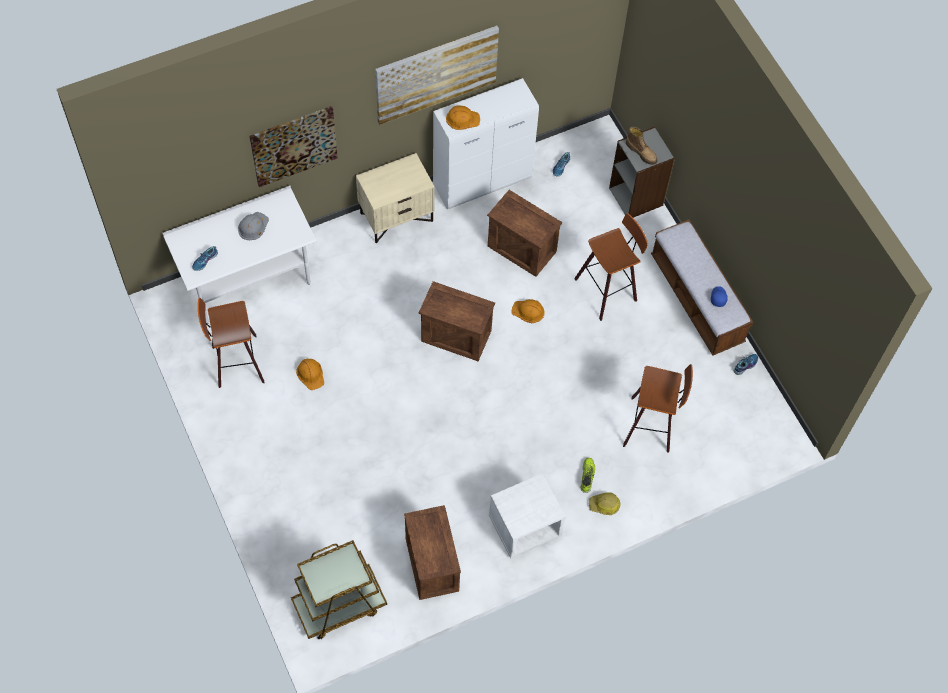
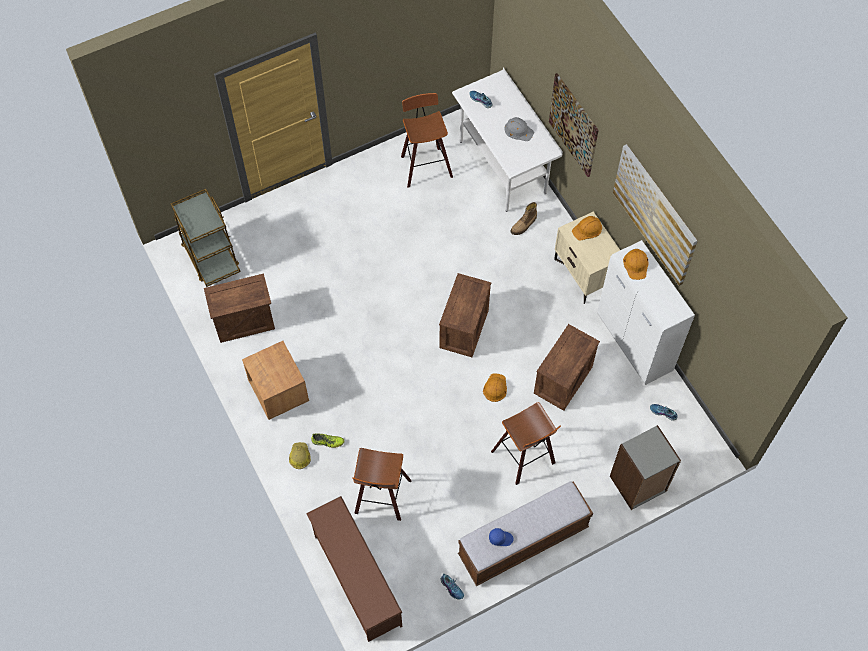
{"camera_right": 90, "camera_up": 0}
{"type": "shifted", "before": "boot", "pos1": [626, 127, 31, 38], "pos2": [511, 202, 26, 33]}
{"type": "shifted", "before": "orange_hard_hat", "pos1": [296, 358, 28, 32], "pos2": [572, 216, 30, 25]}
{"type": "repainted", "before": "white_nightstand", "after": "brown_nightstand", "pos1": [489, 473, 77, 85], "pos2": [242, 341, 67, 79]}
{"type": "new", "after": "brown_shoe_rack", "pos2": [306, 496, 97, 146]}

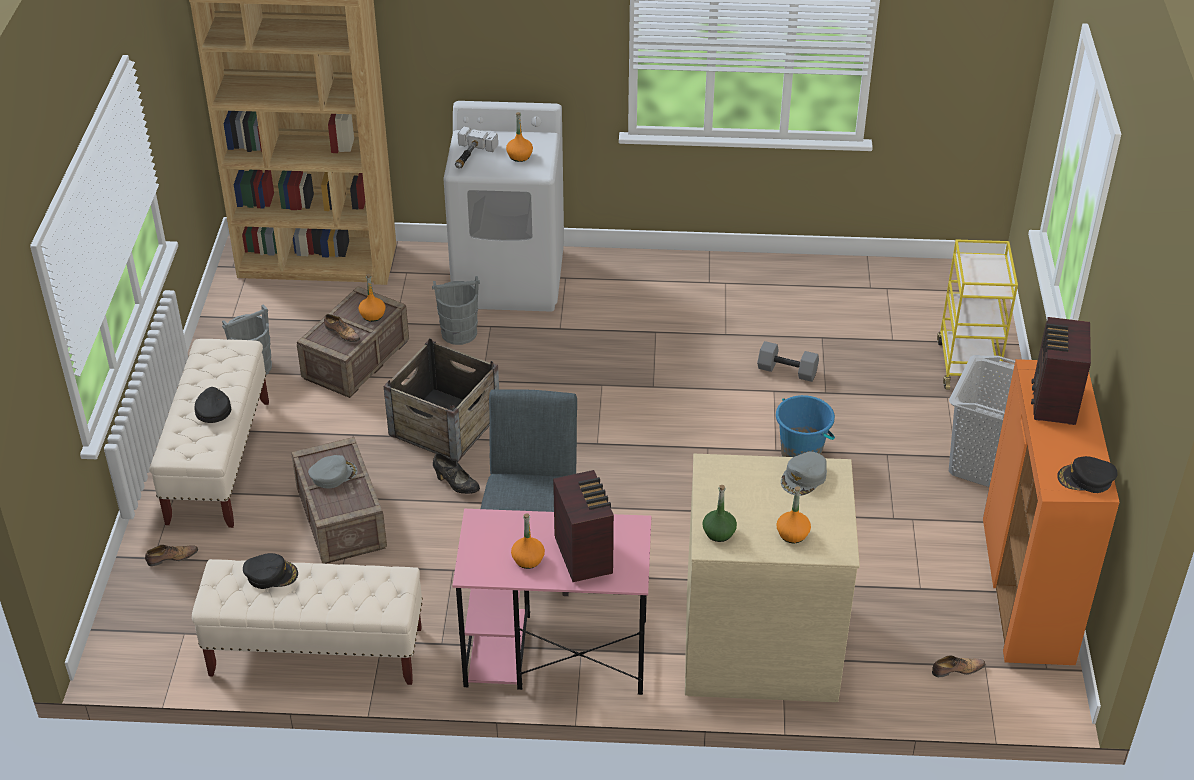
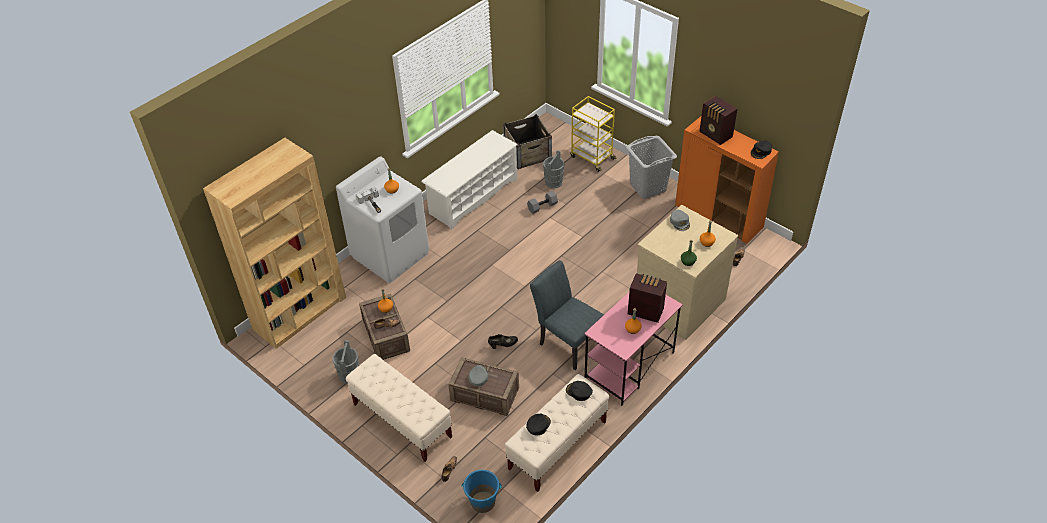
{"camera_right": -50, "camera_up": 5}
{"type": "shifted", "before": "grey_bucket", "pos1": [432, 276, 48, 69], "pos2": [543, 150, 21, 38]}
{"type": "shifted", "before": "crate", "pos1": [384, 338, 115, 124], "pos2": [503, 114, 49, 55]}
{"type": "shifted", "before": "black_cap", "pos1": [194, 387, 37, 36], "pos2": [566, 381, 27, 20]}
{"type": "shifted", "before": "blue_bucket", "pos1": [776, 395, 59, 62], "pos2": [461, 470, 41, 43]}
{"type": "new", "after": "white_shoe_rack", "pos2": [421, 130, 97, 100]}

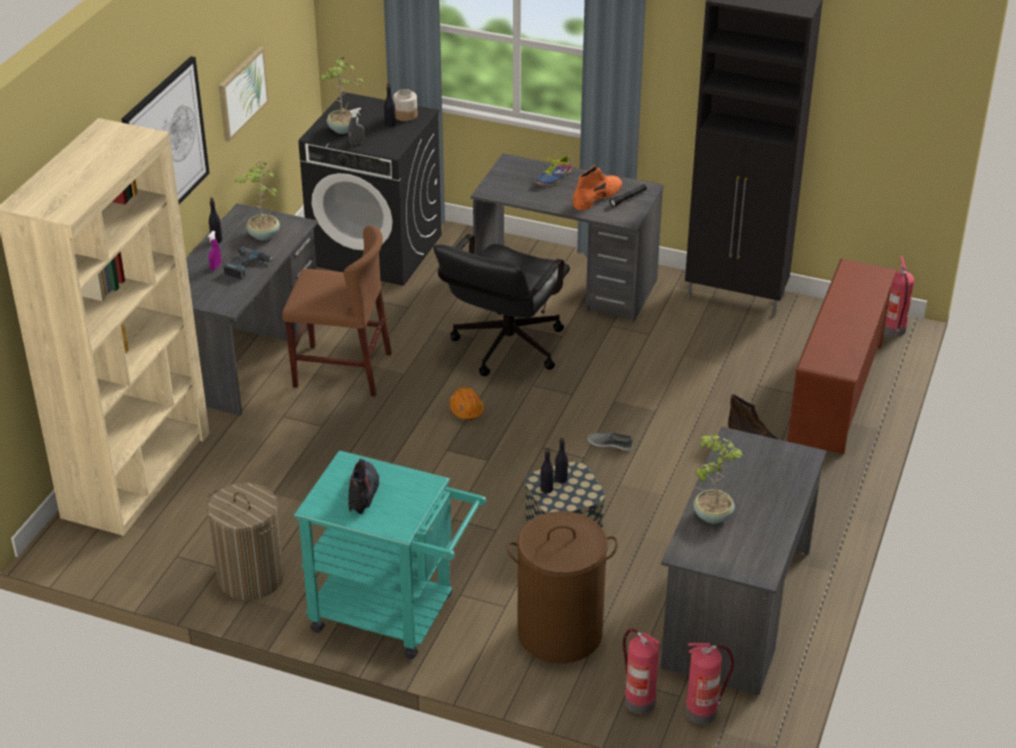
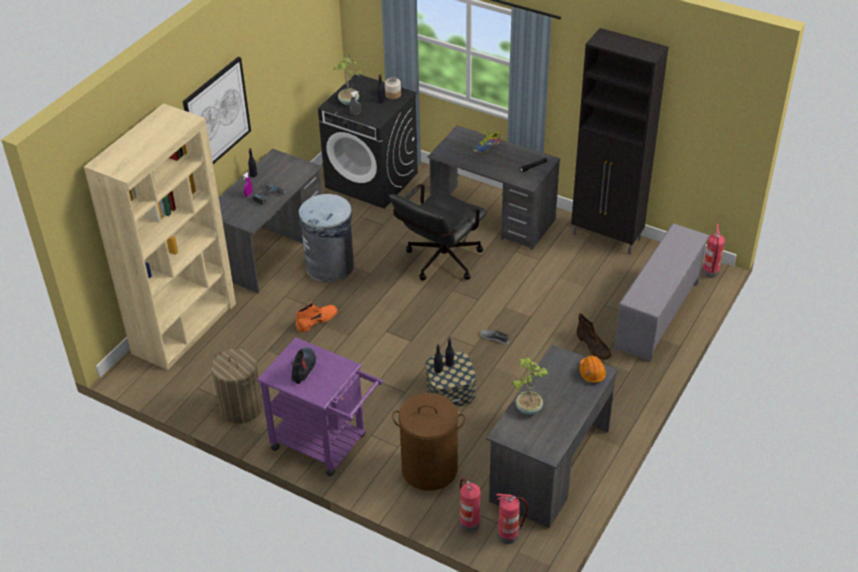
{"camera_right": 10, "camera_up": 5}
{"type": "gone", "before": "picture", "pos1": [219, 47, 50, 95]}
{"type": "gone", "before": "potted_plant", "pos1": [235, 161, 45, 79]}
{"type": "shifted", "before": "orange_boot", "pos1": [573, 165, 49, 45], "pos2": [296, 302, 41, 30]}
{"type": "swapped", "before": "brown_chair", "after": "grey_trash_can", "pos1": [282, 225, 109, 172], "pos2": [299, 194, 55, 89]}
{"type": "repainted", "before": "brown_shoe_rack", "after": "grey_shoe_rack", "pos1": [787, 259, 110, 195], "pos2": [614, 223, 96, 139]}
{"type": "shifted", "before": "orange_hard_hat", "pos1": [450, 387, 34, 33], "pos2": [579, 356, 27, 27]}
{"type": "repainted", "before": "turquoise_cart", "after": "purple_cart", "pos1": [294, 451, 193, 208], "pos2": [257, 337, 126, 139]}

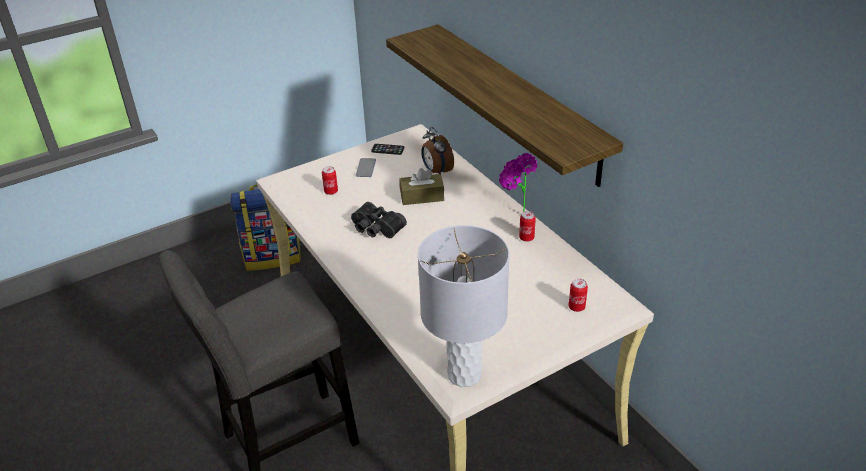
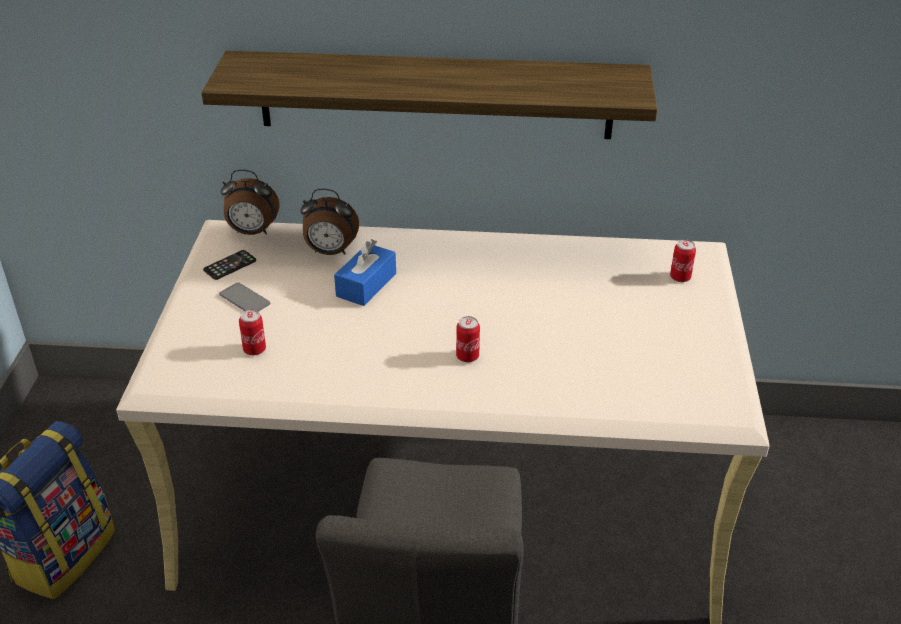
{"camera_right": -55, "camera_up": 0}
{"type": "gone", "before": "potted_plant", "pos1": [499, 153, 39, 59]}
{"type": "repainted", "before": "brown_tissue_box", "after": "blue_tissue_box", "pos1": [400, 168, 44, 37], "pos2": [334, 239, 62, 67]}
{"type": "gone", "before": "black_binoculars", "pos1": [351, 202, 56, 36]}
{"type": "shifted", "before": "can", "pos1": [519, 211, 17, 31], "pos2": [456, 316, 24, 46]}
{"type": "gone", "before": "grey_table_lamp", "pos1": [418, 225, 92, 162]}
{"type": "new", "after": "alarm_clock", "pos2": [221, 170, 59, 65]}

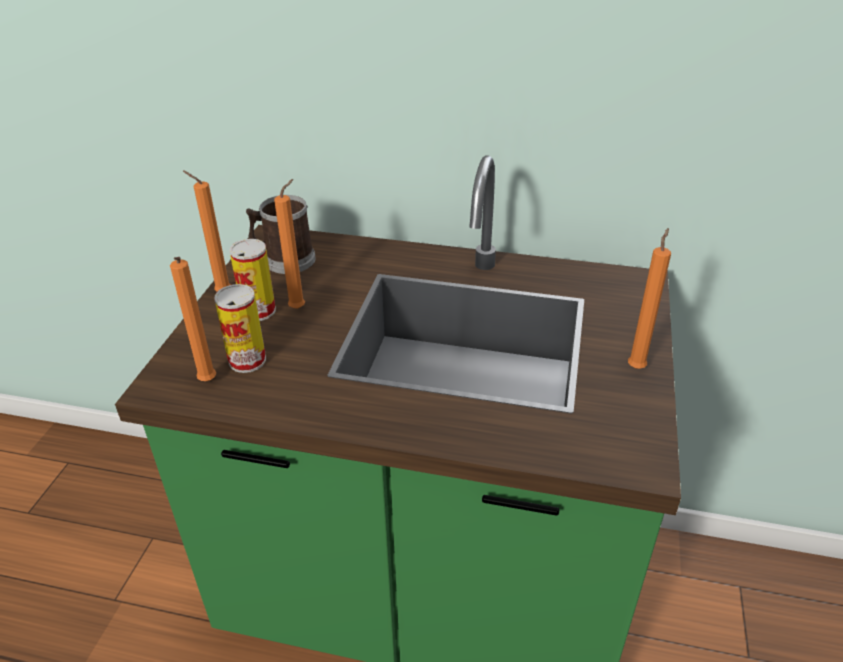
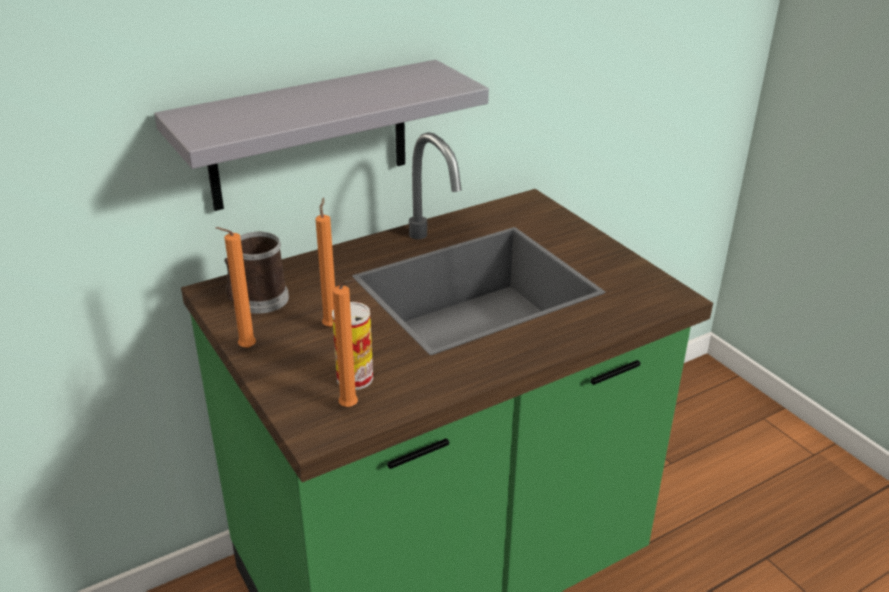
{"camera_right": -45, "camera_up": -5}
{"type": "gone", "before": "orange_candle", "pos1": [628, 228, 43, 141]}
{"type": "gone", "before": "can", "pos1": [230, 239, 46, 82]}
{"type": "new", "after": "grey_shelf", "pos2": [154, 60, 335, 151]}

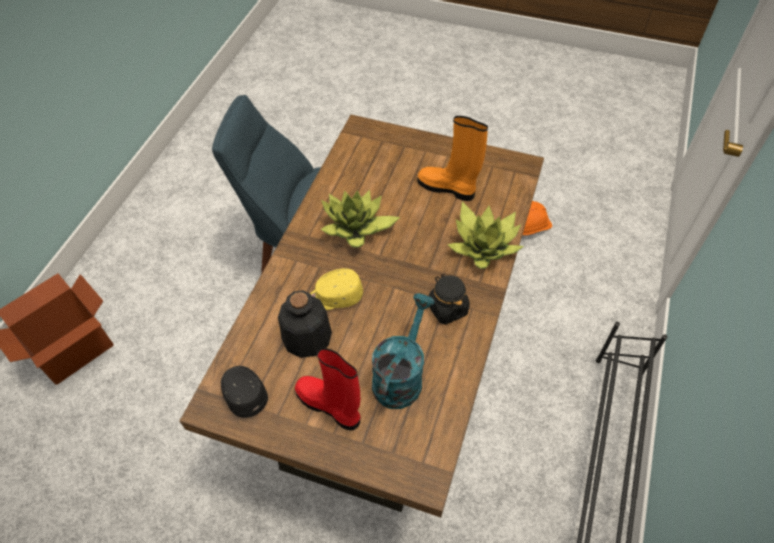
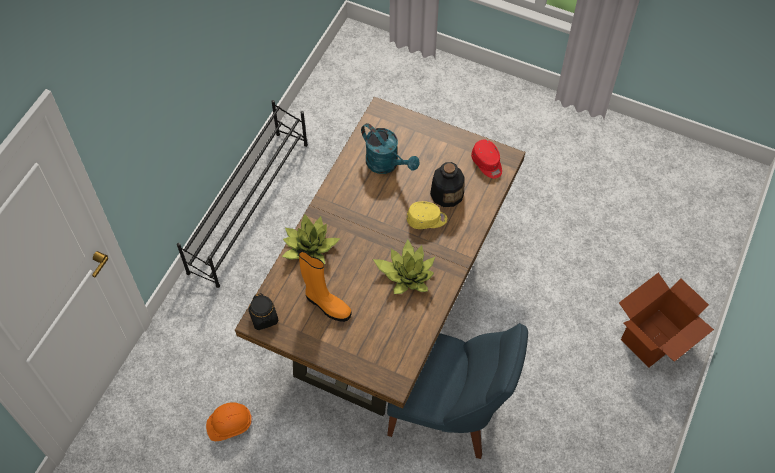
{"camera_right": -175, "camera_up": 5}
{"type": "shifted", "before": "black_jar", "pos1": [429, 274, 41, 51], "pos2": [248, 293, 31, 37]}
{"type": "rotated", "before": "turquoise_watering_can", "pos1": [372, 293, 63, 116], "pos2": [361, 123, 58, 51], "turn": -75}
{"type": "gone", "before": "red_boot", "pos1": [295, 348, 65, 83]}
{"type": "repainted", "before": "black_cap", "after": "red_cap", "pos1": [221, 366, 47, 52], "pos2": [471, 140, 31, 38]}

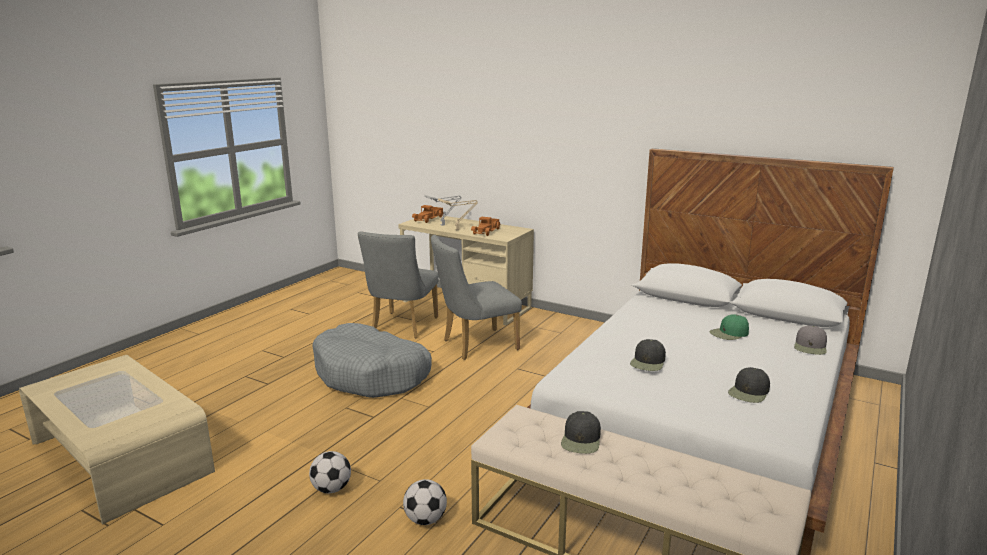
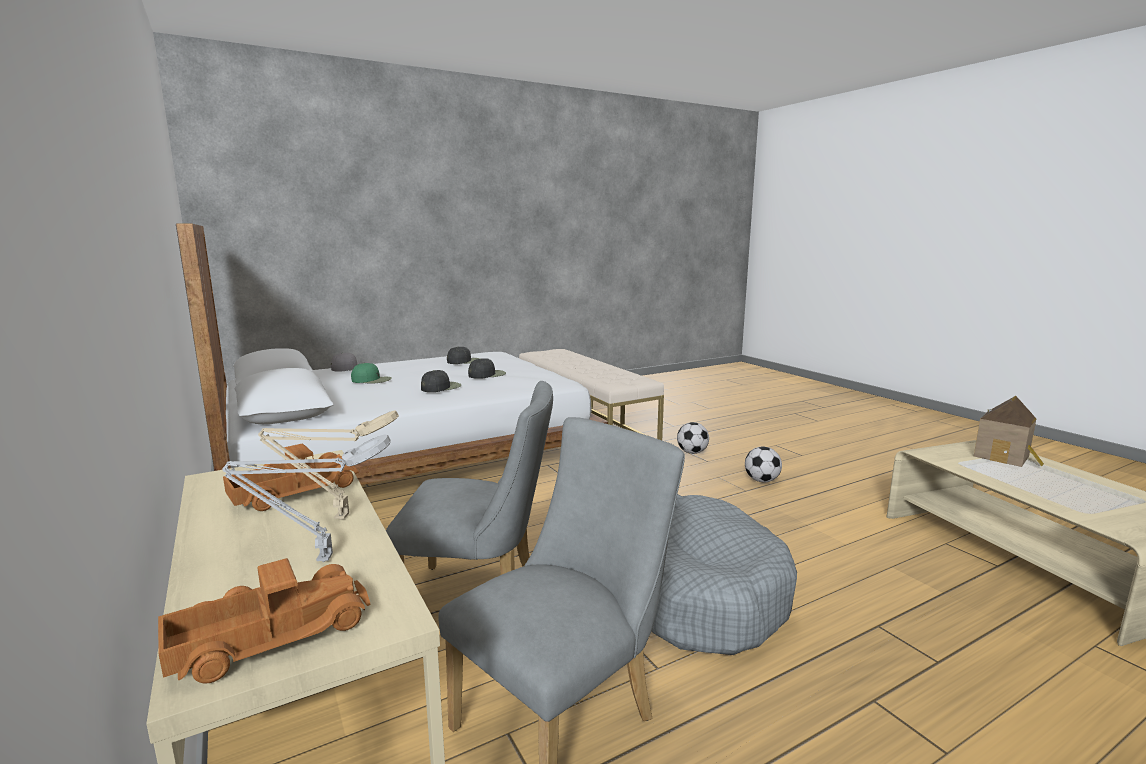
{"camera_right": -150, "camera_up": -5}
{"type": "shifted", "before": "black_cap", "pos1": [561, 411, 40, 43], "pos2": [421, 370, 40, 22]}
{"type": "new", "after": "toy_house", "pos2": [974, 396, 70, 71]}

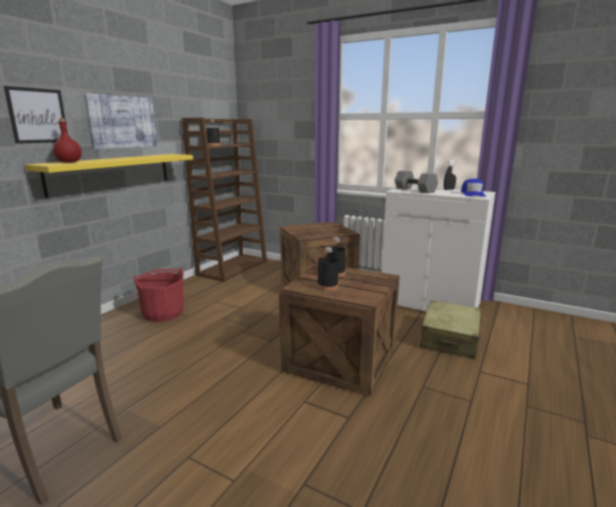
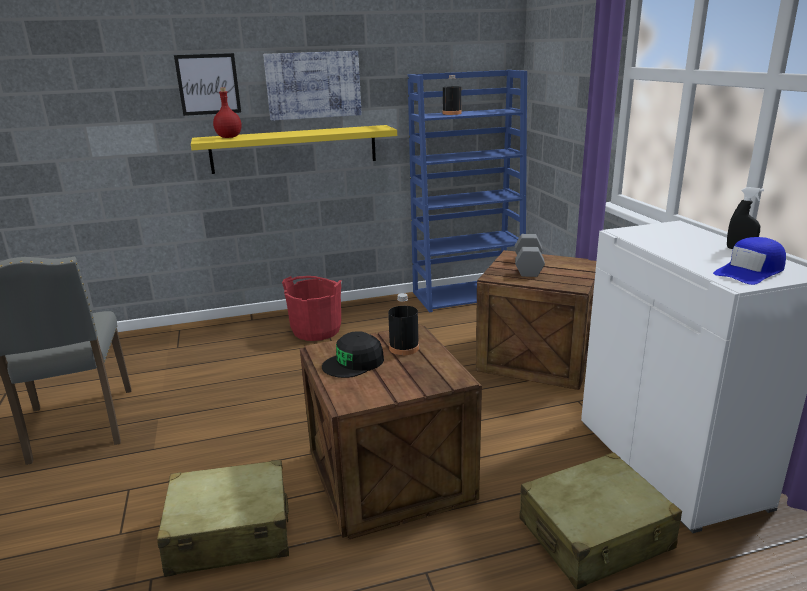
{"camera_right": 45, "camera_up": 5}
{"type": "repainted", "before": "brown_bookcase", "after": "blue_bookcase", "pos1": [182, 118, 85, 164], "pos2": [408, 70, 119, 242]}
{"type": "shifted", "before": "grey_dumbbell", "pos1": [395, 170, 43, 23], "pos2": [515, 234, 30, 43]}
{"type": "swapped", "before": "black_bottle", "after": "black_cap", "pos1": [317, 247, 22, 44], "pos2": [322, 331, 62, 47]}
{"type": "new", "after": "beige_suitcase", "pos2": [157, 459, 132, 118]}

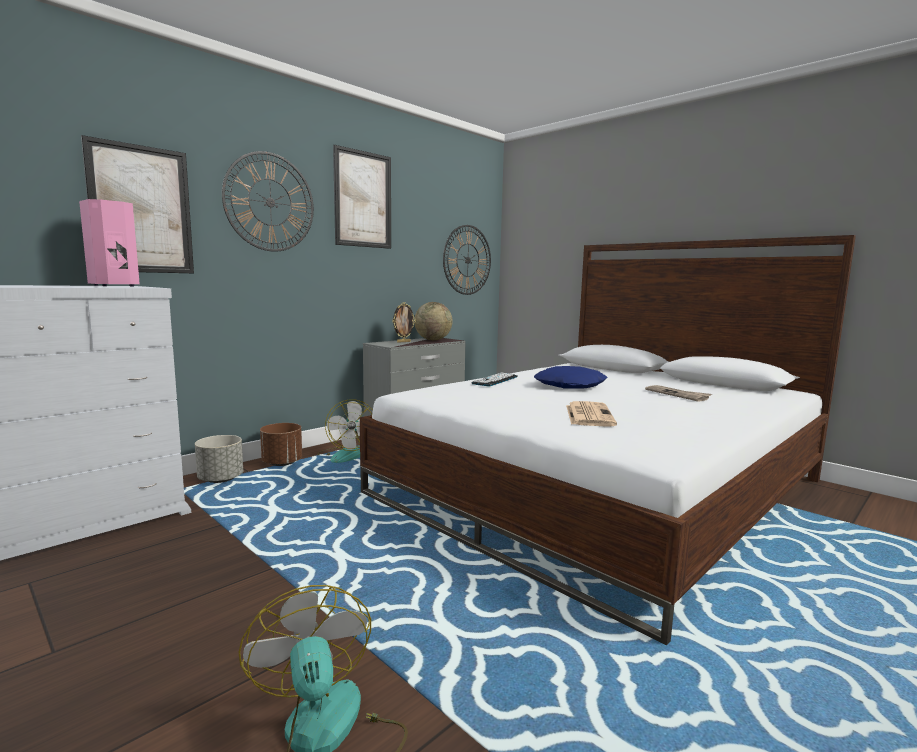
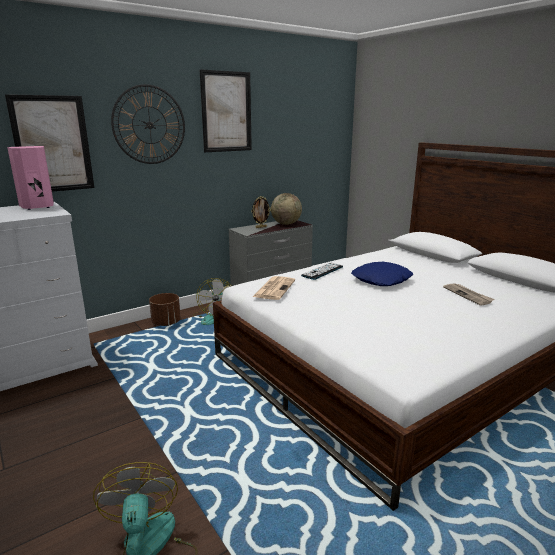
{"camera_right": 10, "camera_up": 10}
{"type": "gone", "before": "wall_clock", "pos1": [443, 225, 48, 70]}
{"type": "shifted", "before": "newspaper", "pos1": [566, 401, 51, 26], "pos2": [253, 276, 42, 24]}
{"type": "gone", "before": "grey_planter", "pos1": [195, 435, 48, 48]}

